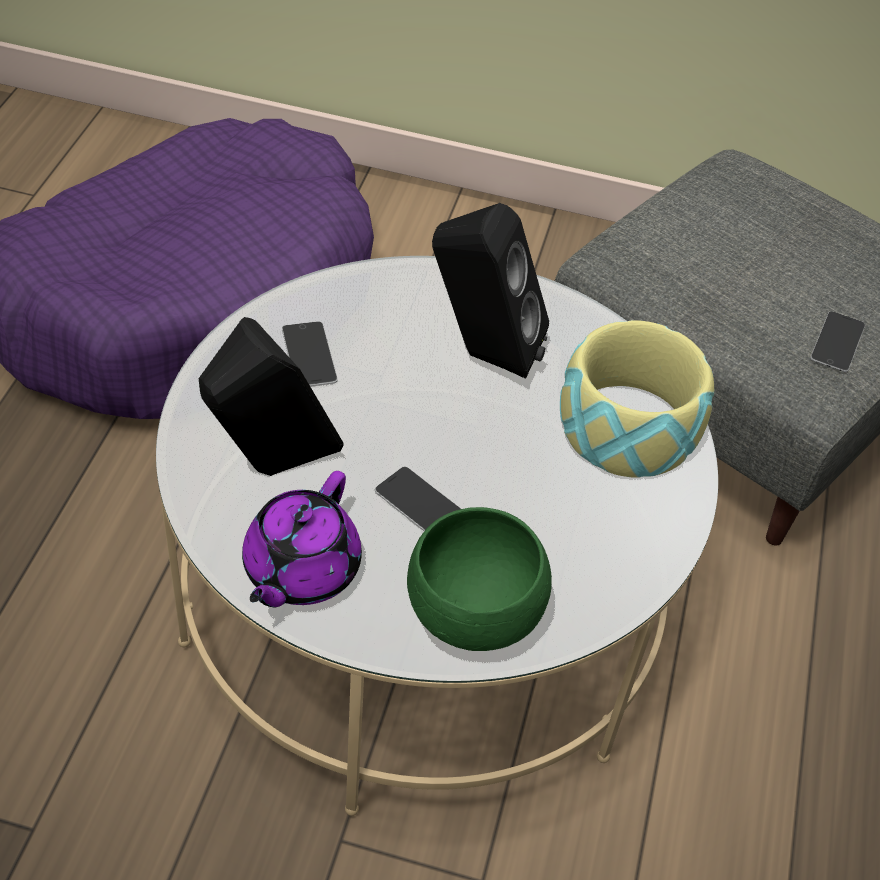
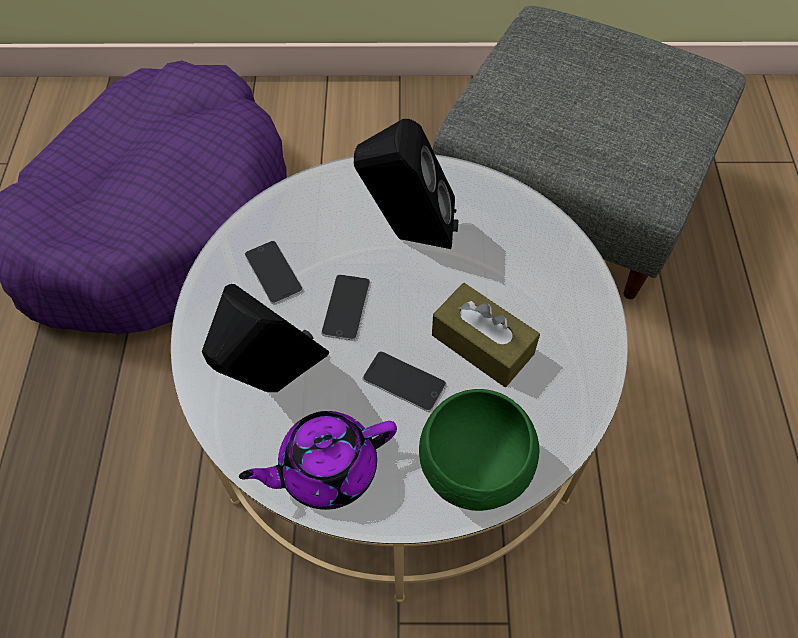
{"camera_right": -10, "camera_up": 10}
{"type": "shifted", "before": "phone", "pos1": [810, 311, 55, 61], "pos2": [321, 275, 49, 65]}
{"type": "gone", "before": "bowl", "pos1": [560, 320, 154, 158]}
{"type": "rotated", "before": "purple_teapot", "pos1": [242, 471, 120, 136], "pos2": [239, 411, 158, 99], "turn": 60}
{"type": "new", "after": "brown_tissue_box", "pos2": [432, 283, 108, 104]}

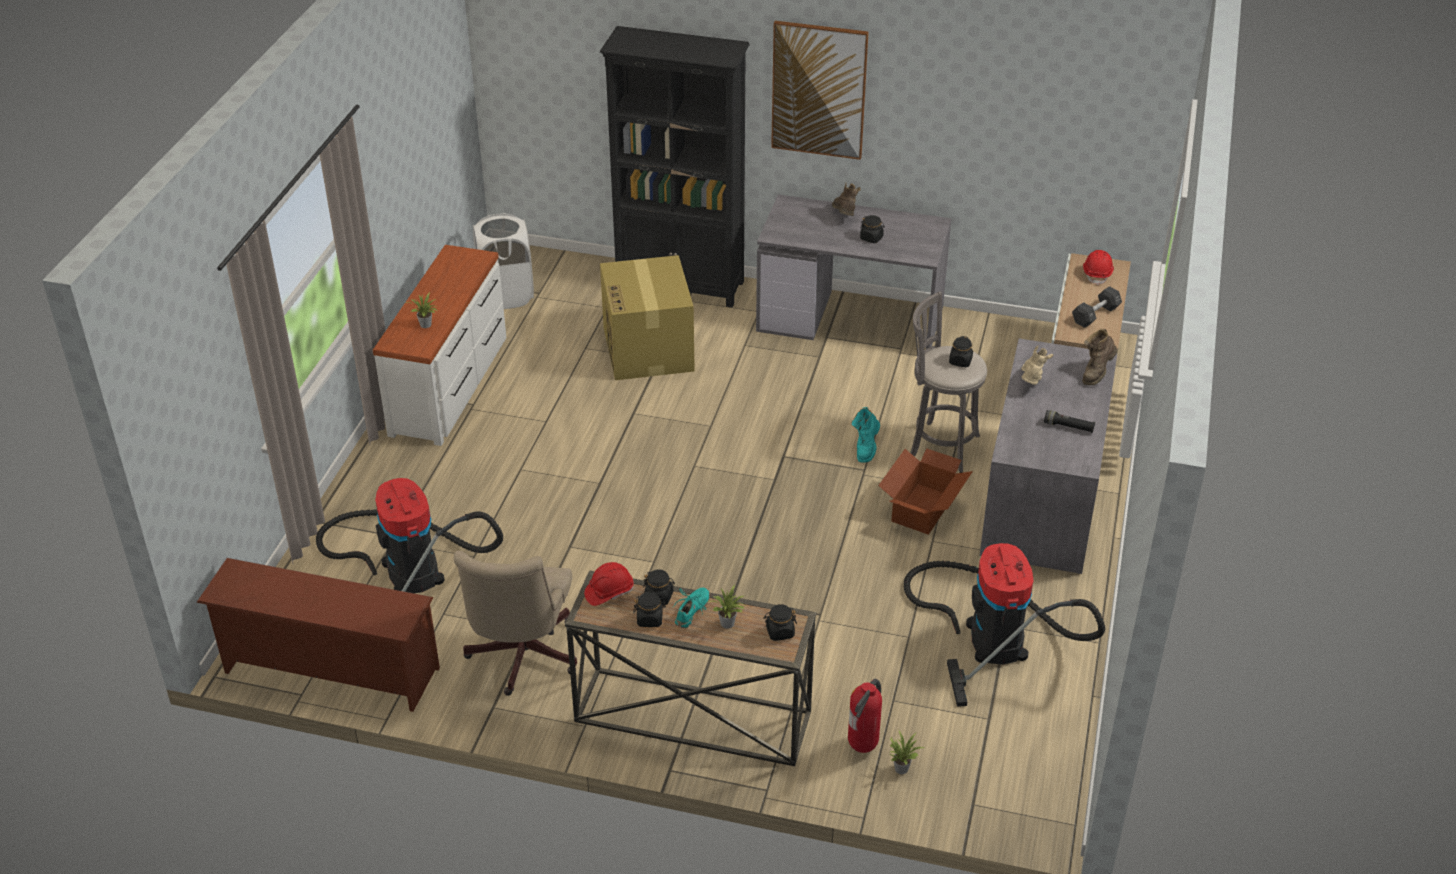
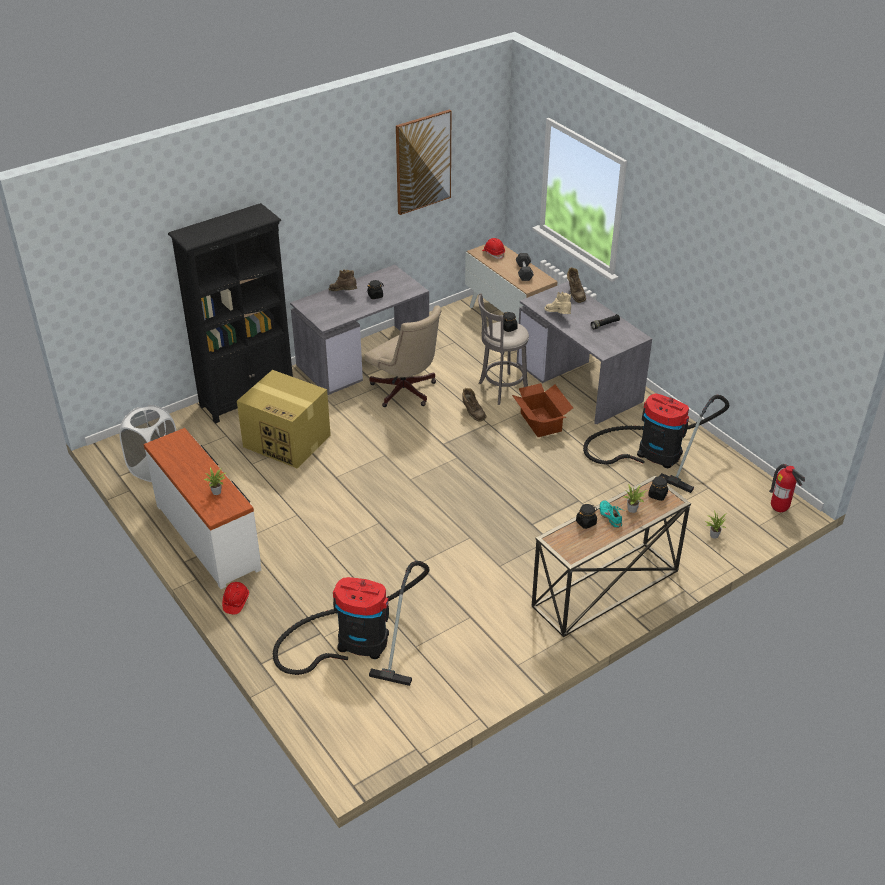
{"camera_right": -50, "camera_up": 0}
{"type": "shifted", "before": "picture", "pos1": [771, 21, 98, 139], "pos2": [396, 110, 55, 105]}
{"type": "repainted", "before": "turquoise_boot", "after": "brown_boot", "pos1": [851, 407, 29, 55], "pos2": [462, 388, 24, 34]}
{"type": "shifted", "before": "beige_office_chair", "pos1": [454, 551, 123, 145], "pos2": [365, 305, 77, 102]}
{"type": "gone", "before": "brown_shoe_rack", "pos1": [197, 558, 243, 154]}
{"type": "shifted", "before": "red_hard_hat", "pos1": [584, 562, 49, 44], "pos2": [222, 582, 27, 32]}
{"type": "gone", "before": "black_jar", "pos1": [633, 592, 33, 35]}
{"type": "shifted", "before": "fire_extinguisher", "pos1": [848, 679, 34, 74], "pos2": [769, 464, 36, 48]}

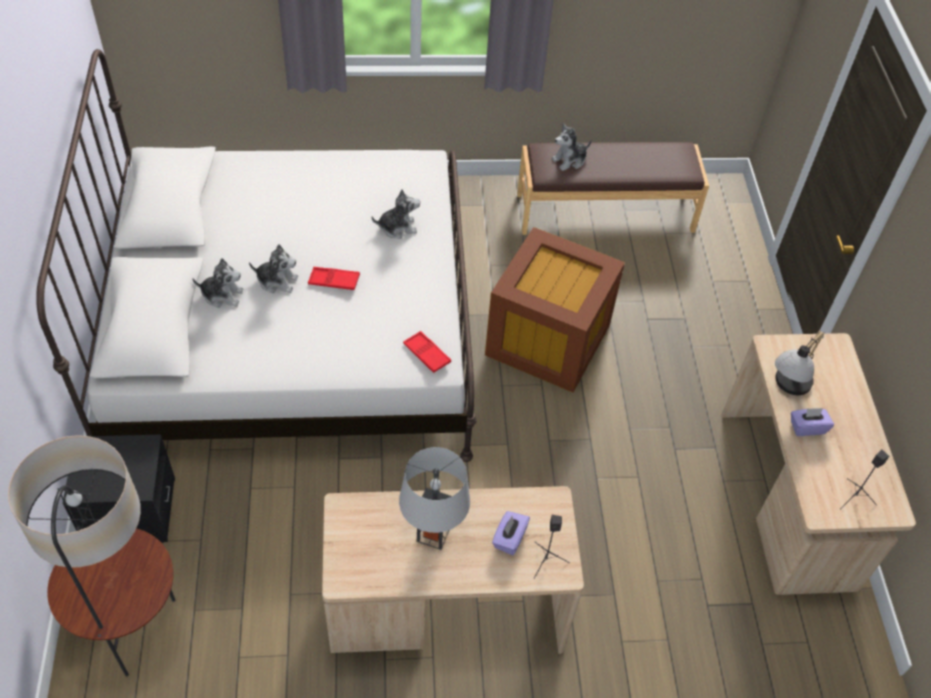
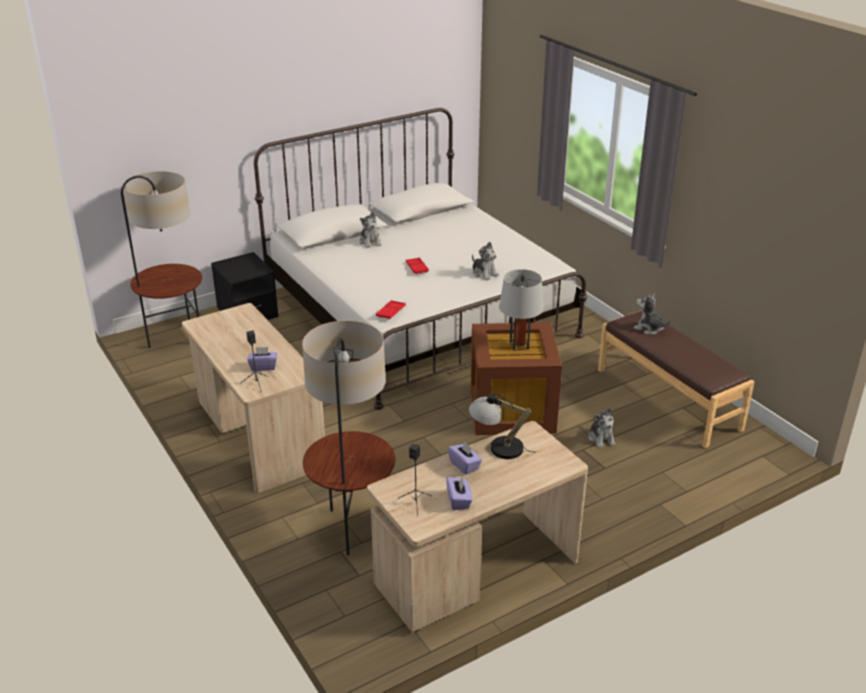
{"camera_right": 65, "camera_up": -20}
{"type": "shifted", "before": "plush_toy", "pos1": [249, 244, 49, 49], "pos2": [588, 408, 28, 41]}
{"type": "shifted", "before": "grey_table_lamp", "pos1": [399, 447, 71, 103], "pos2": [499, 269, 45, 82]}
{"type": "new", "after": "floor_lamp", "pos2": [302, 321, 93, 235]}
{"type": "new", "after": "purple_tissue_box", "pos2": [446, 477, 26, 33]}

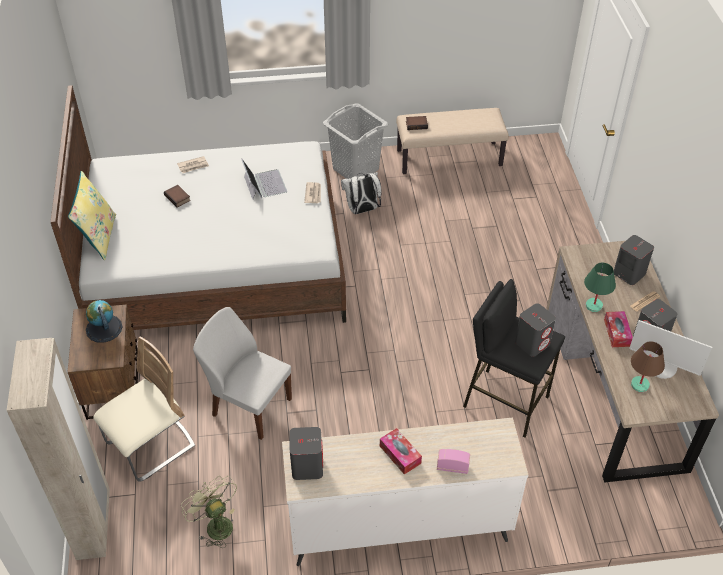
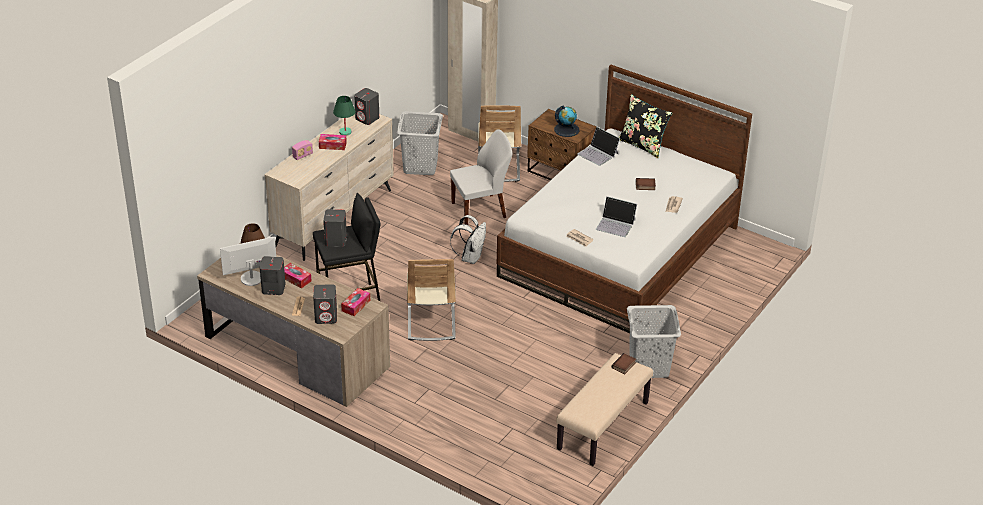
{"camera_right": 130, "camera_up": -10}
{"type": "repainted", "before": "yellow_pillow", "after": "black_pillow", "pos1": [68, 171, 48, 89], "pos2": [618, 94, 54, 64]}
{"type": "shifted", "before": "white_backpack", "pos1": [341, 172, 41, 42], "pos2": [450, 215, 36, 49]}
{"type": "shifted", "before": "green_table_lamp", "pos1": [584, 263, 32, 49], "pos2": [333, 96, 23, 40]}
{"type": "swapped", "before": "green_fan", "after": "grey_laundry_basket", "pos1": [181, 476, 56, 72], "pos2": [397, 111, 46, 64]}
{"type": "new", "after": "laptop", "pos2": [577, 127, 43, 39]}
{"type": "new", "after": "beige_chair", "pos2": [407, 259, 49, 82]}
{"type": "new", "after": "tissue_box", "pos2": [341, 288, 29, 28]}

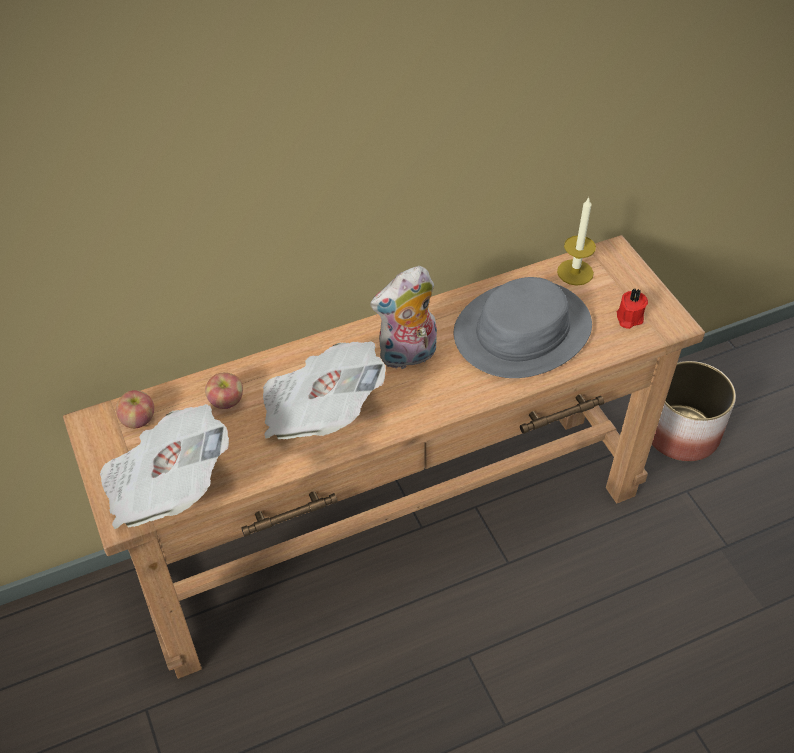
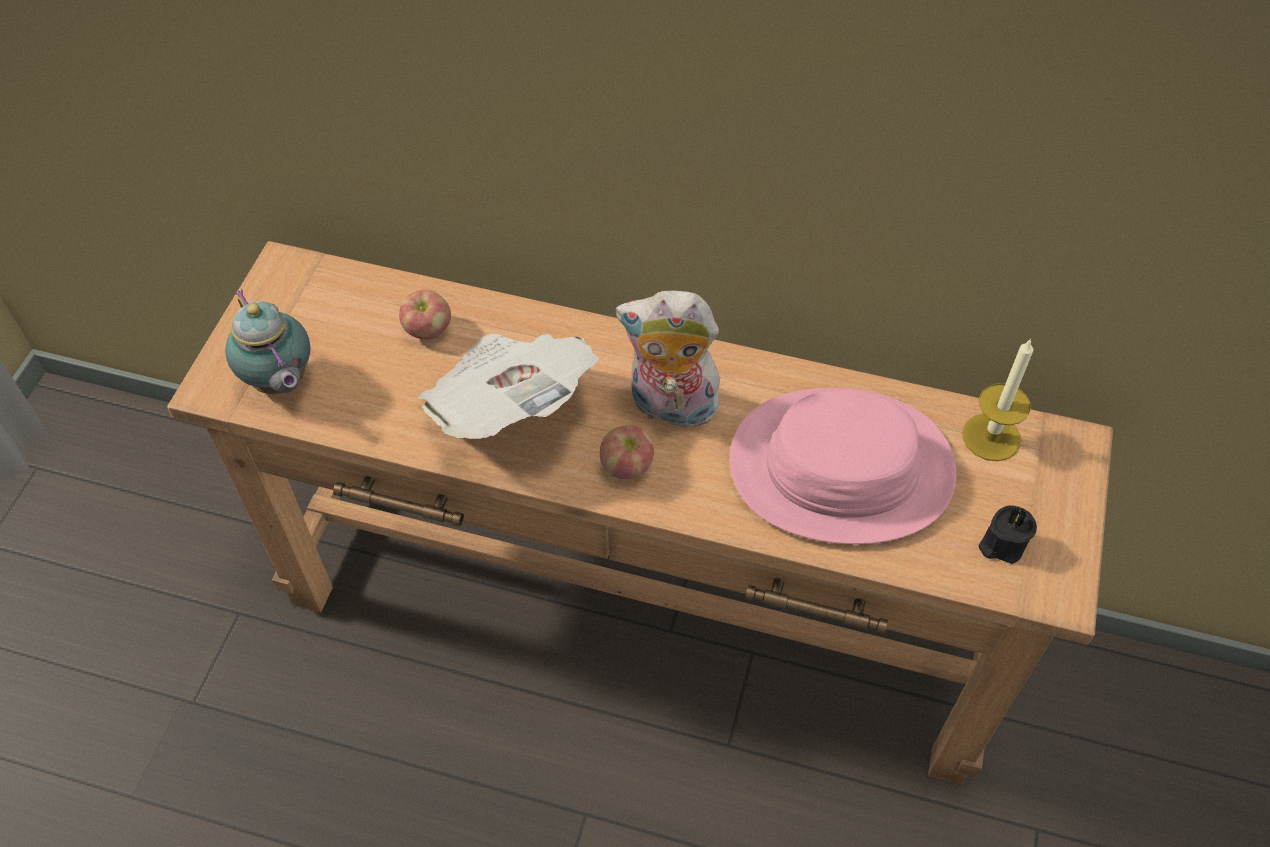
{"camera_right": 40, "camera_up": 5}
{"type": "repainted", "before": "grey_hat", "after": "pink_hat", "pos1": [454, 277, 138, 101], "pos2": [729, 388, 228, 156]}
{"type": "repainted", "before": "red_candle", "after": "black_candle", "pos1": [617, 289, 31, 40], "pos2": [978, 505, 59, 59]}
{"type": "gone", "before": "planter", "pos1": [652, 361, 84, 100]}
{"type": "shifted", "before": "apple", "pos1": [116, 390, 38, 39], "pos2": [600, 425, 54, 54]}
{"type": "swapped", "before": "newspaper", "after": "teapot", "pos1": [100, 404, 129, 125], "pos2": [225, 289, 86, 105]}

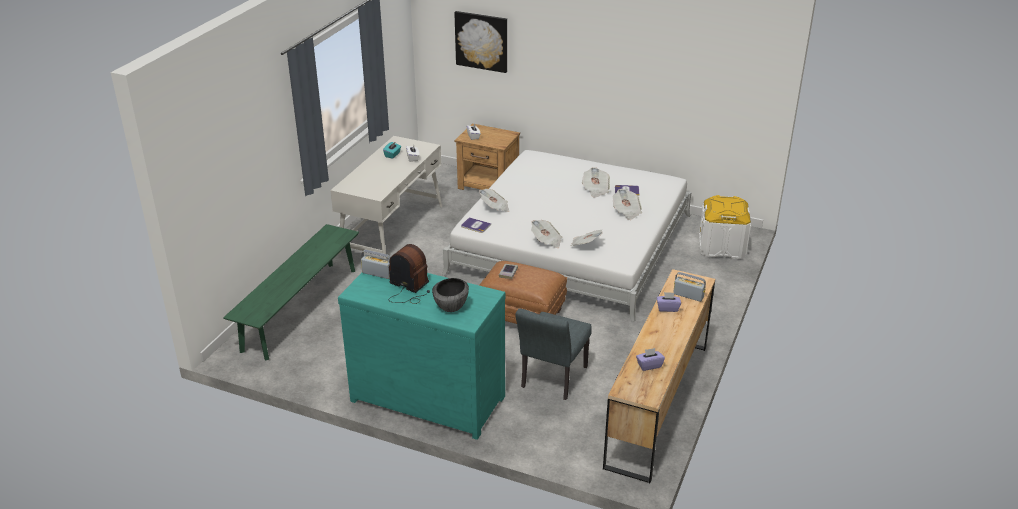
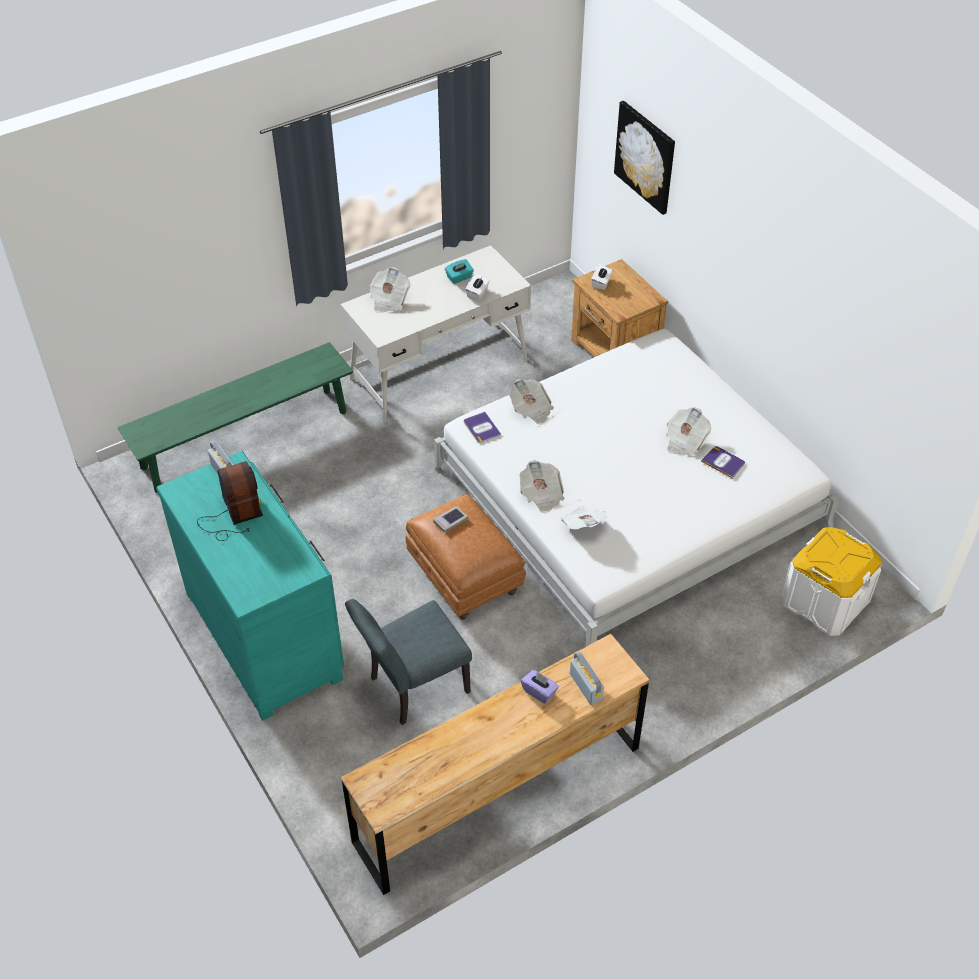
{"camera_right": 35, "camera_up": 15}
{"type": "shifted", "before": "newspaper", "pos1": [612, 189, 30, 31], "pos2": [369, 267, 41, 46]}
{"type": "gone", "before": "bowl", "pos1": [432, 278, 37, 34]}
{"type": "gone", "before": "purple_tissue_box", "pos1": [636, 348, 29, 23]}

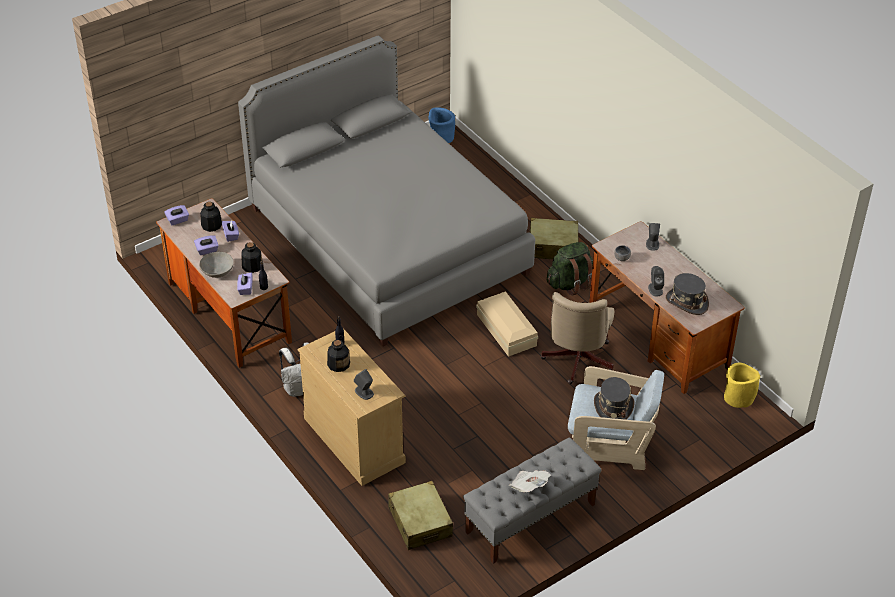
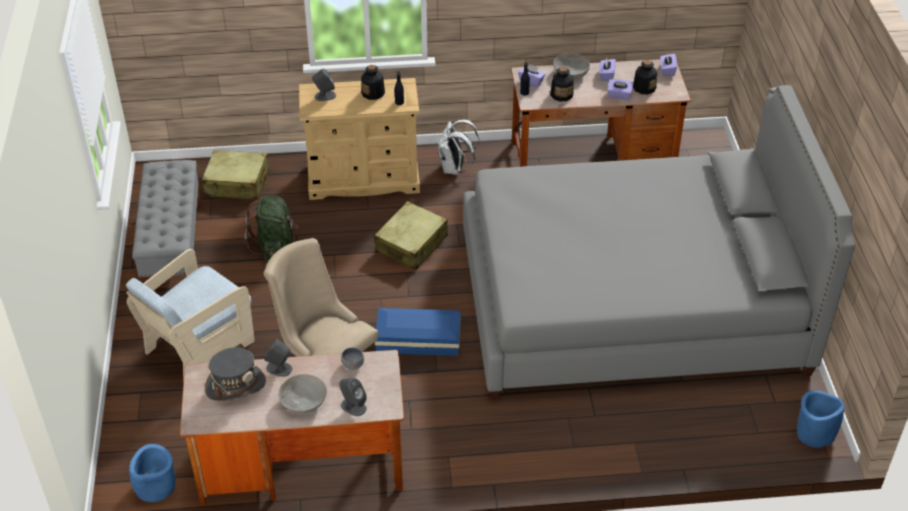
{"camera_right": 120, "camera_up": 0}
{"type": "shifted", "before": "beige_suitcase", "pos1": [529, 218, 50, 41], "pos2": [374, 201, 74, 69]}
{"type": "shifted", "before": "green_backpack", "pos1": [547, 242, 46, 54], "pos2": [244, 195, 55, 67]}
{"type": "repainted", "before": "beige_storage_box", "after": "blue_storage_box", "pos1": [476, 291, 62, 66], "pos2": [374, 308, 87, 48]}
{"type": "repainted", "before": "yellow_planter", "after": "blue_planter", "pos1": [724, 363, 36, 45], "pos2": [129, 444, 46, 58]}
{"type": "gone", "before": "grey_hat", "pos1": [594, 377, 41, 43]}
{"type": "gone", "before": "newspaper", "pos1": [509, 470, 42, 22]}
{"type": "new", "after": "grey_bowl", "pos2": [278, 374, 49, 40]}

